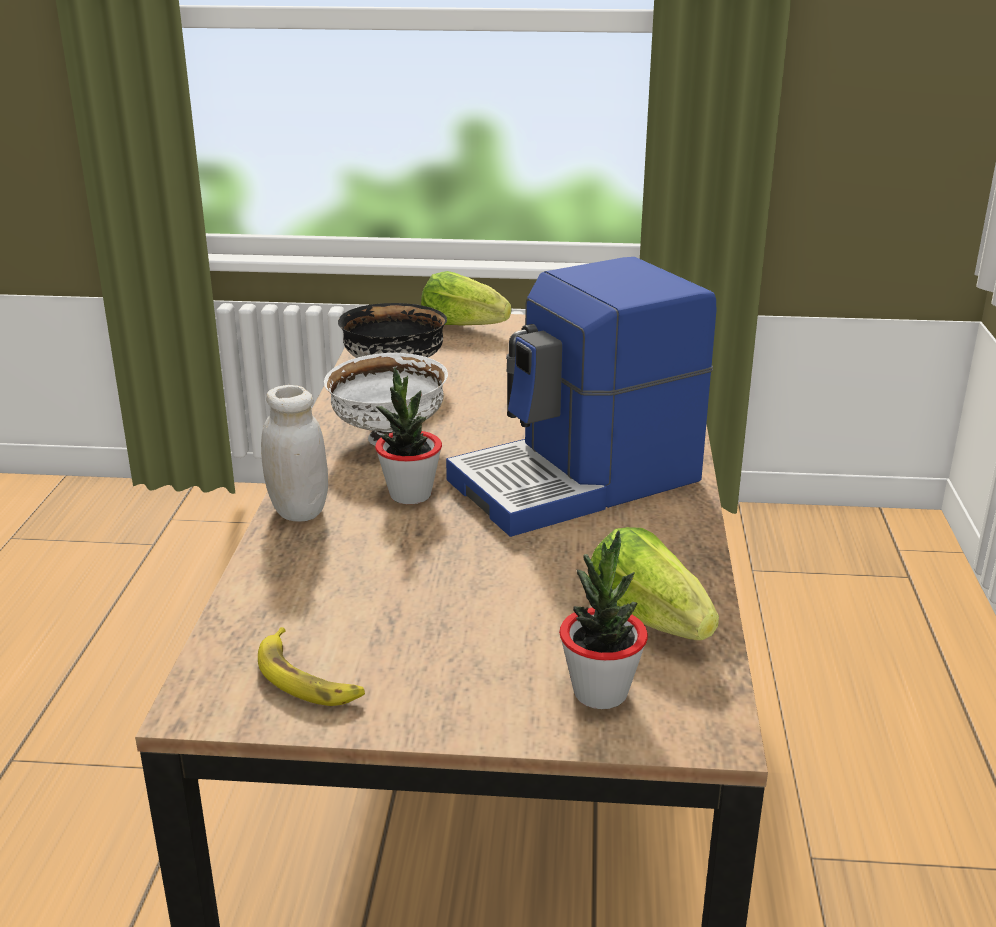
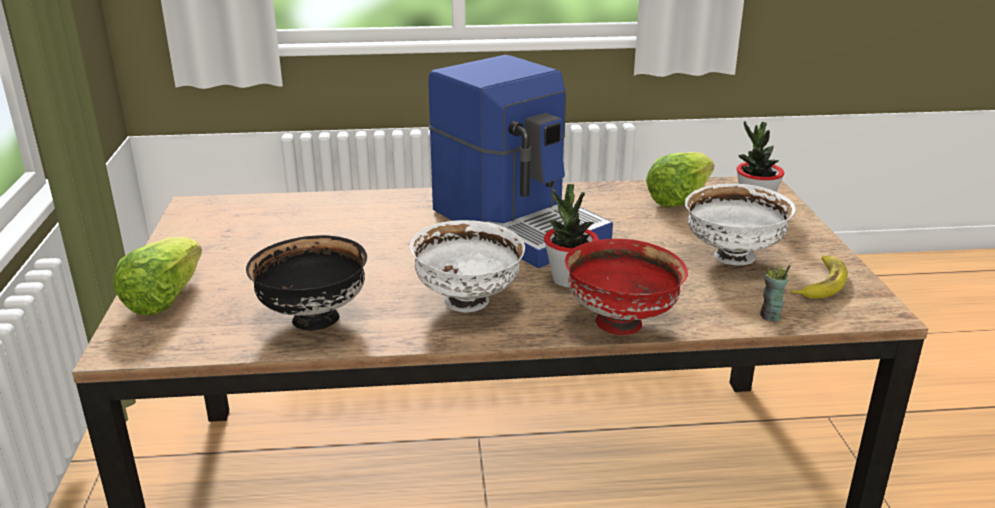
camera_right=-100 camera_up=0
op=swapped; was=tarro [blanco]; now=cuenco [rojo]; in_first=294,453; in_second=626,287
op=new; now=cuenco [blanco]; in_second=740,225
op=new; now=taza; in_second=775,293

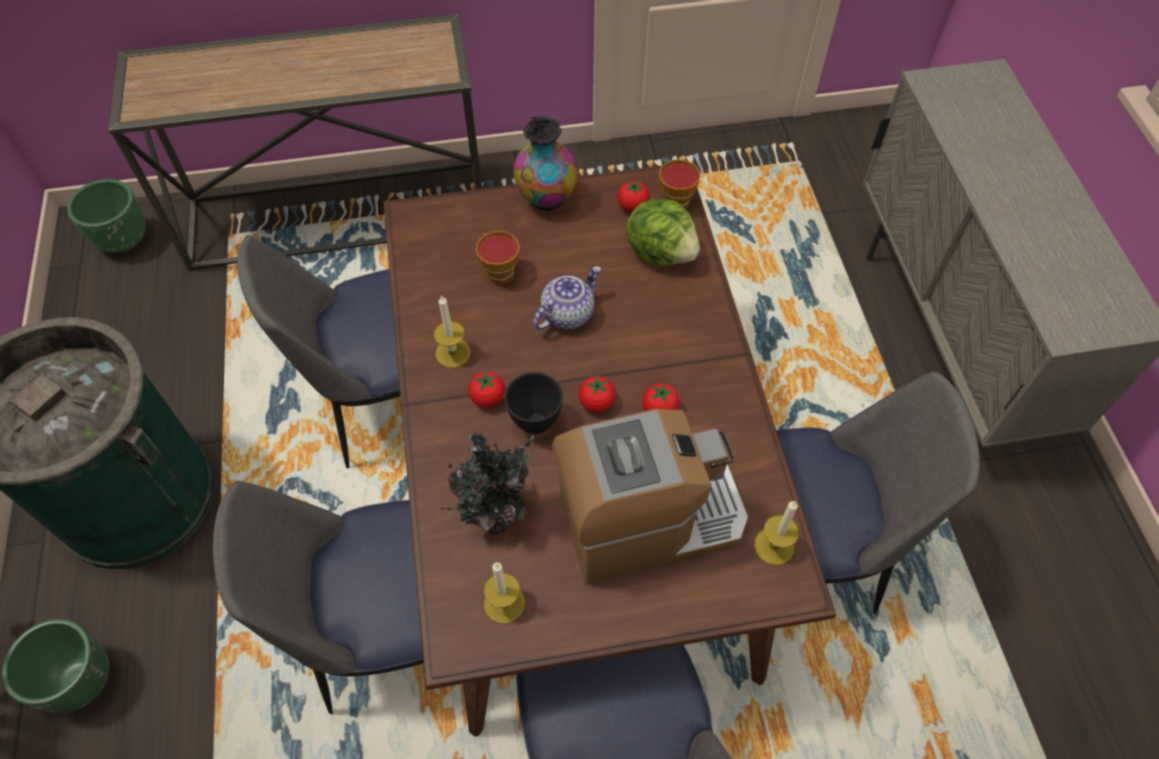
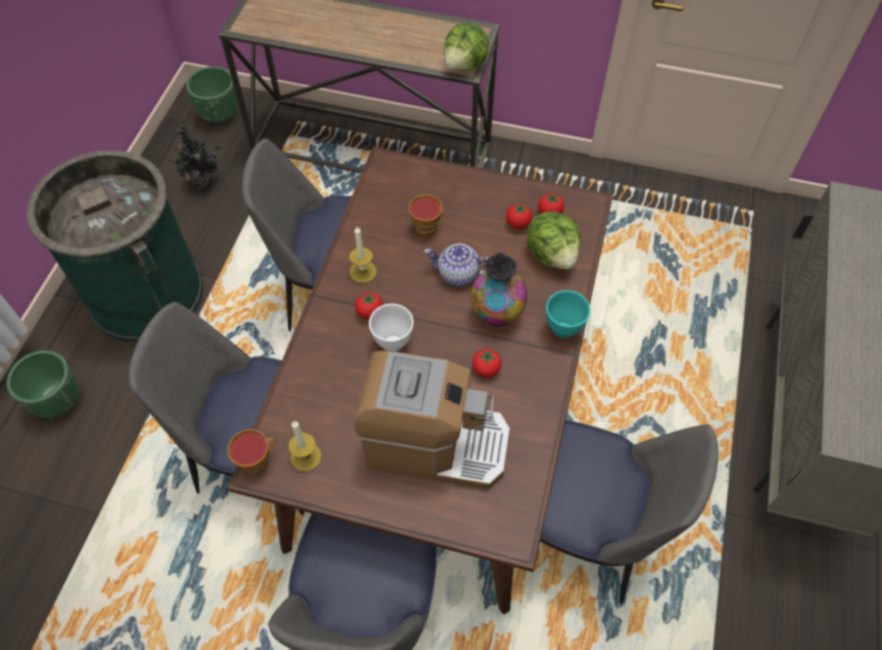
camera_right=25 camera_up=0
op=shifted; was=planta en maceta; in_first=486,483; in_second=194,158
op=shifted; was=taza; in_first=680,184; in_second=252,452
op=repainted; was=cuenco [negro]; now=cuenco [blanco]; in_first=533,403; in_second=391,328
op=rotated; was=tetera; in_first=567,298; in_second=456,265; clockwise=-150
op=new; now=lechuga; in_second=466,46
op=shifted; was=florero; in_first=546,163; in_second=499,290
op=shifted; was=tomate; in_first=597,393; in_second=519,215
op=new; now=cuenco [turquesa]; in_second=568,314
op=gone; was=vela; in_first=776,533

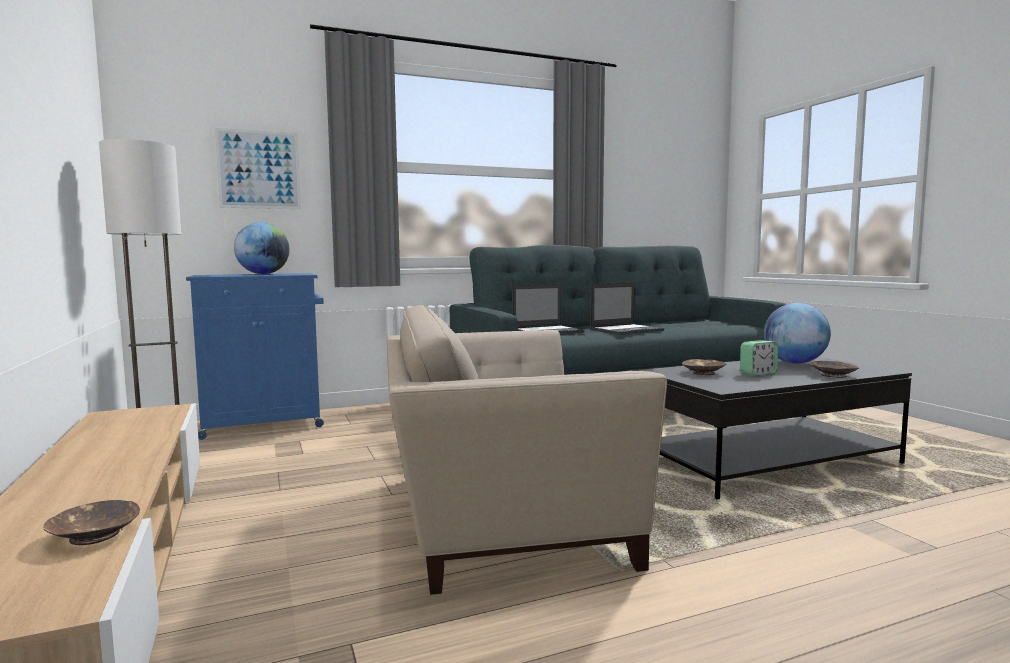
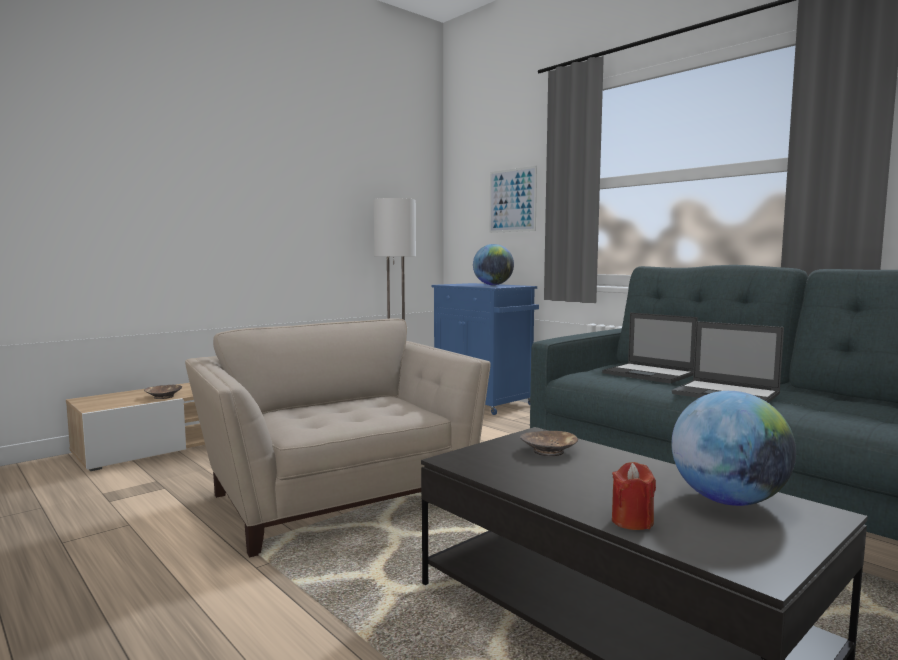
camera_right=70 camera_up=0
op=swapped; was=cuenco [marrón]; now=vela [rojo]; in_first=834,369; in_second=634,496
op=gone; was=despertador; in_first=759,358

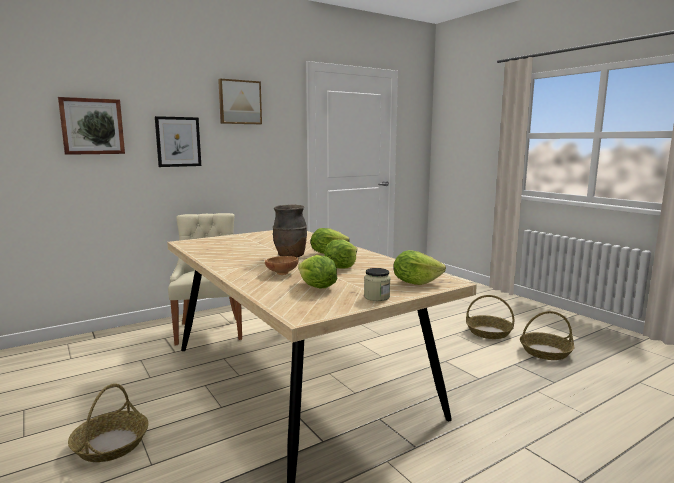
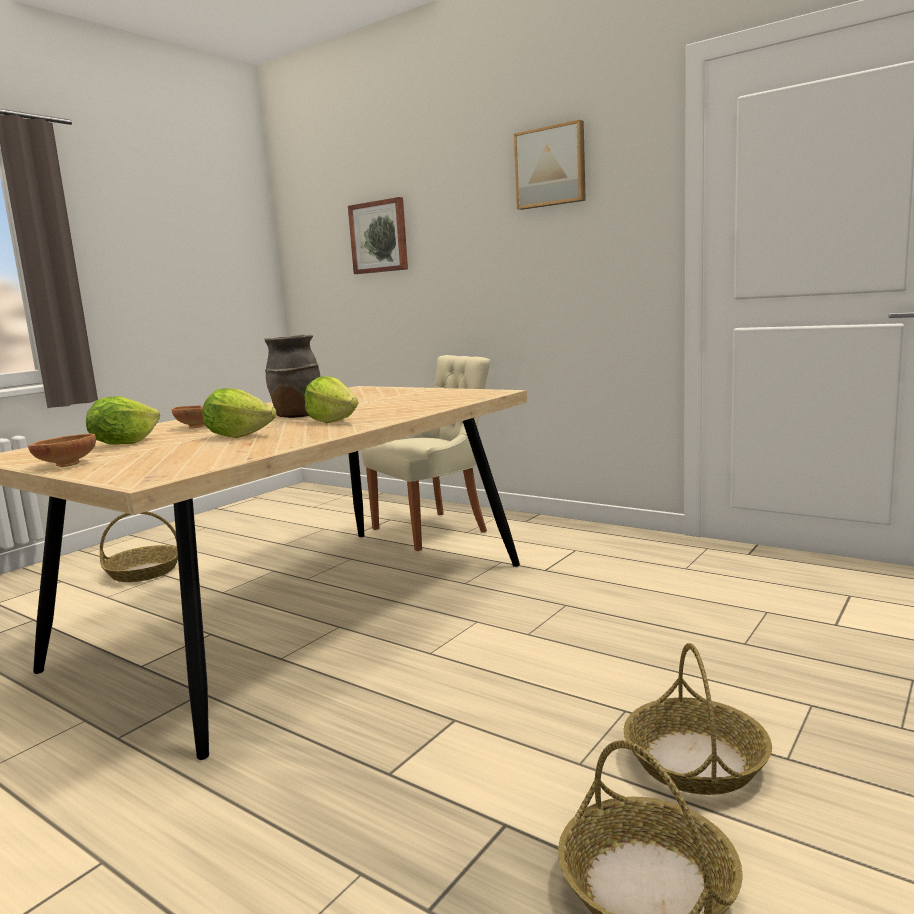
camera_right=70 camera_up=0
op=swapped; was=tarro; now=cuenco [marrón]; in_first=377,284; in_second=62,450
op=gone; was=cuadro; in_first=178,141
op=gone; was=lechuga; in_first=419,267

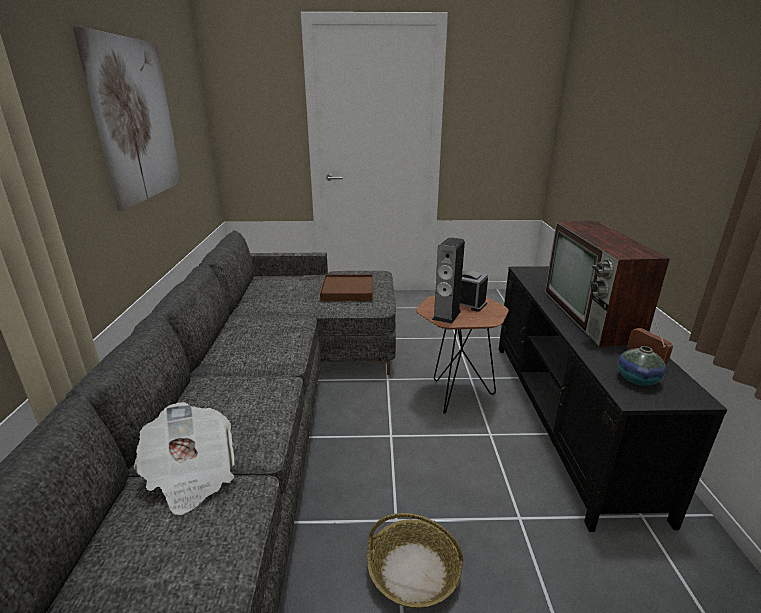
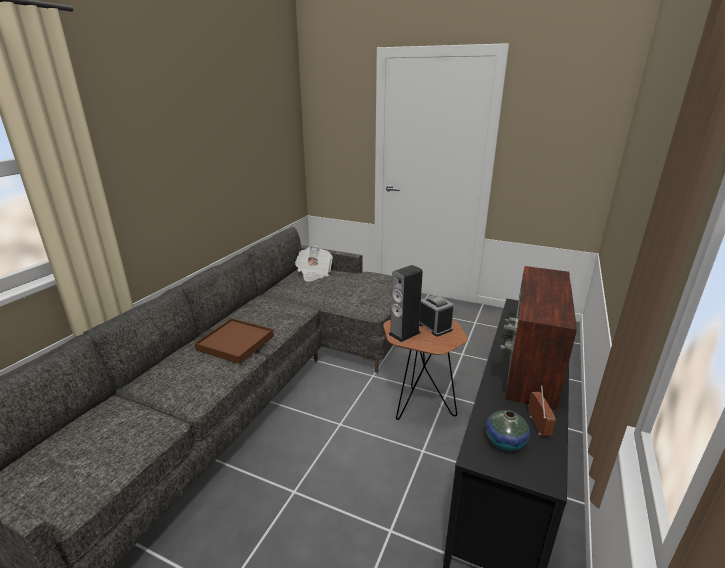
camera_right=25 camera_up=0
op=shifted; was=bandeja [marrón]; in_first=346,287; in_second=234,341
op=shifted; was=periódico; in_first=184,458; in_second=314,264
op=gone; was=cuadro; in_first=127,118
op=gone; was=cesta; in_first=415,560

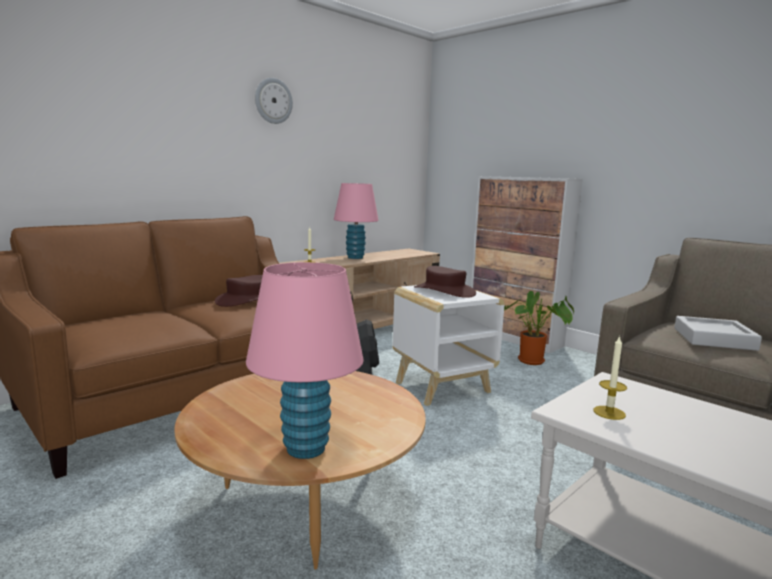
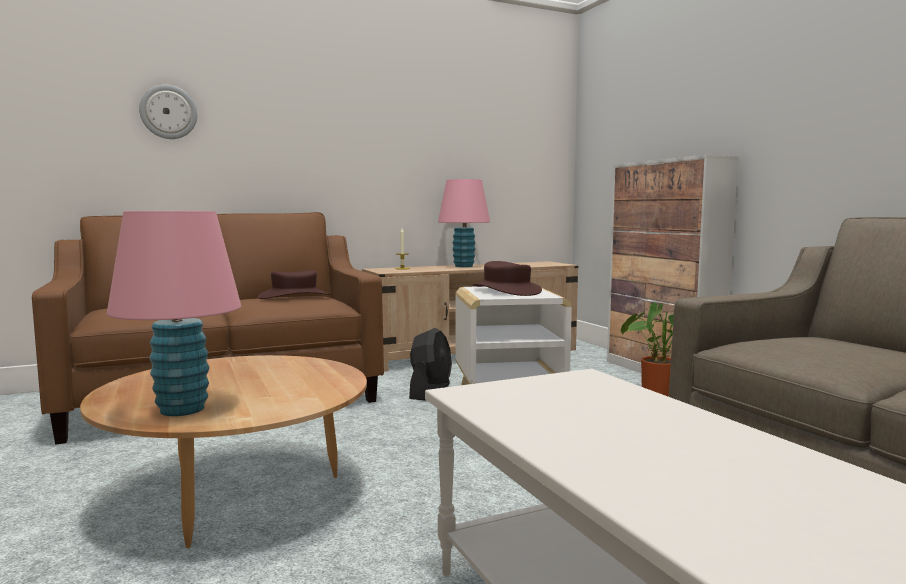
camera_right=20 camera_up=-5
op=shifted; was=reloj de pared; in_first=274,101; in_second=168,112
op=gone; was=vela; in_first=610,378
op=gone; was=bandeja [gris]; in_first=718,333

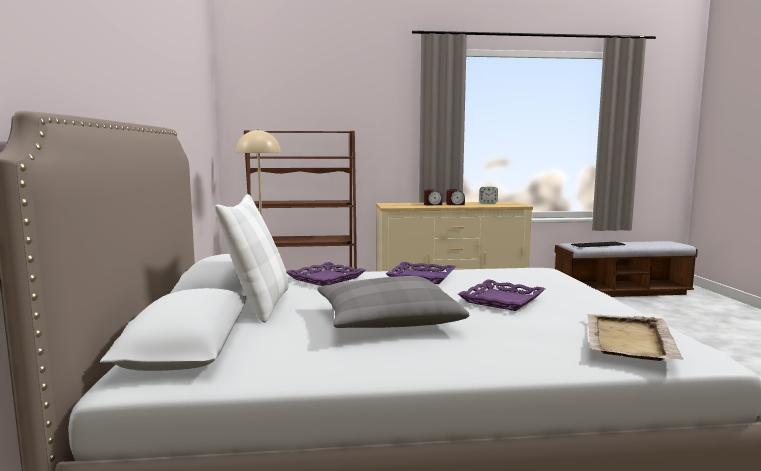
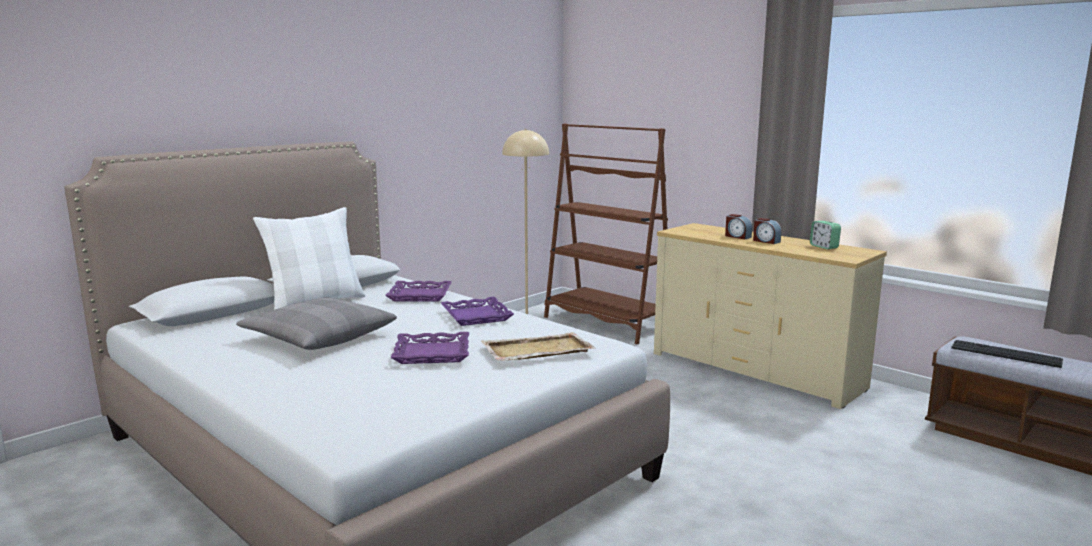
camera_right=50 camera_up=5
op=shifted; was=bandeja [beis]; in_first=635,337; in_second=538,346

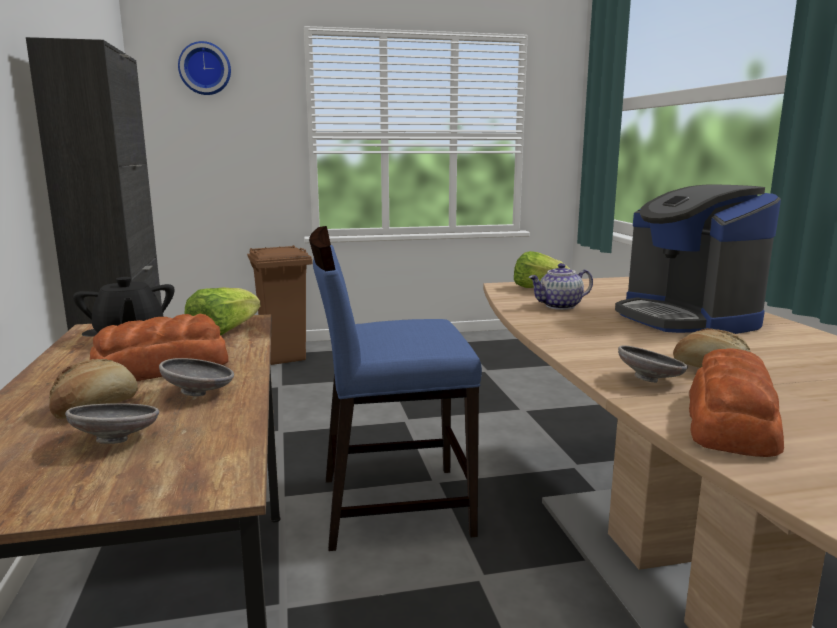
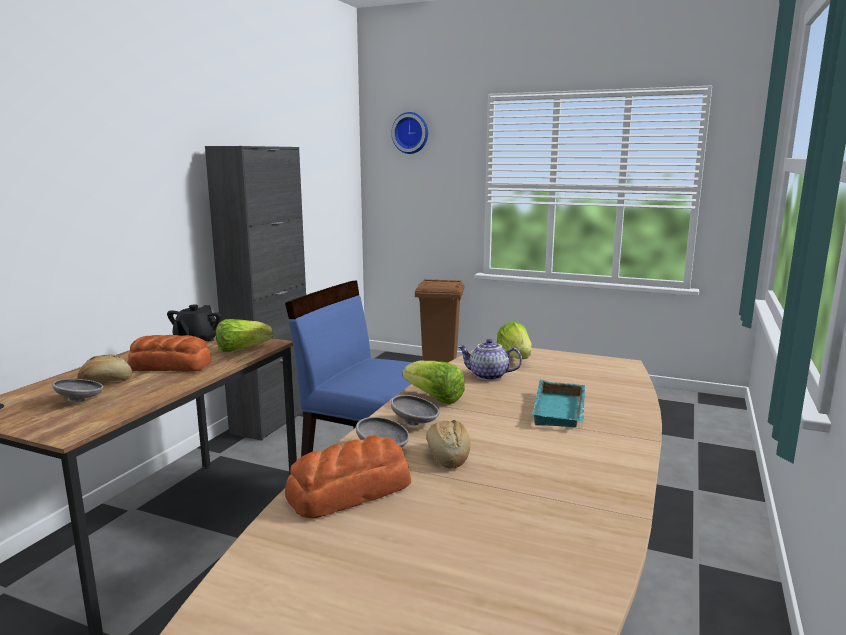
camera_right=35 camera_up=0
op=shifted; was=cuenco [gris]; in_first=196,377; in_second=415,410
op=new; now=lechuga; in_second=434,382
op=swapped; was=cafetera; now=bandeja [turquesa]; in_first=698,259; in_second=558,403

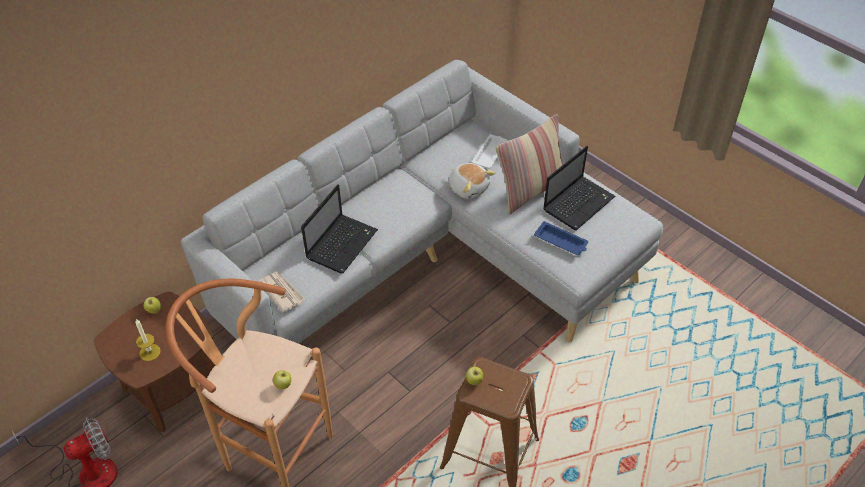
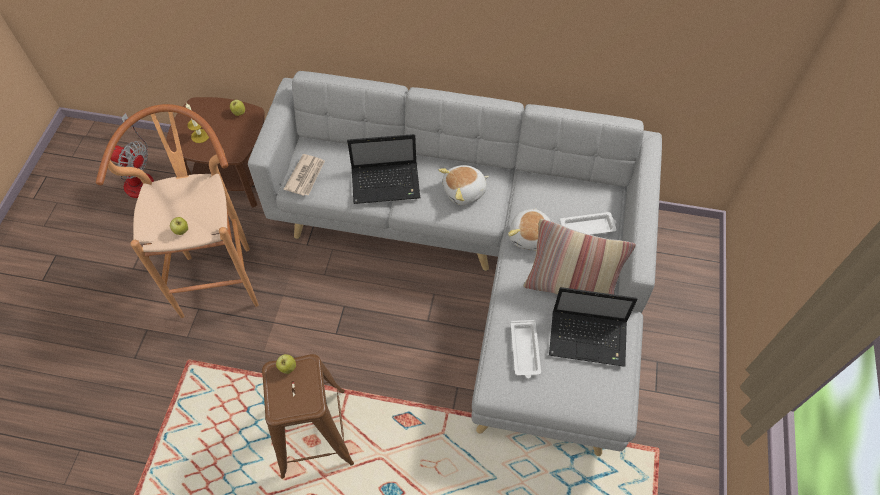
camera_right=55 camera_up=10
op=new; now=peluche; in_second=464,185
op=repainted; was=bandeja [azul]; now=bandeja [blanco]; in_first=561,238; in_second=526,349

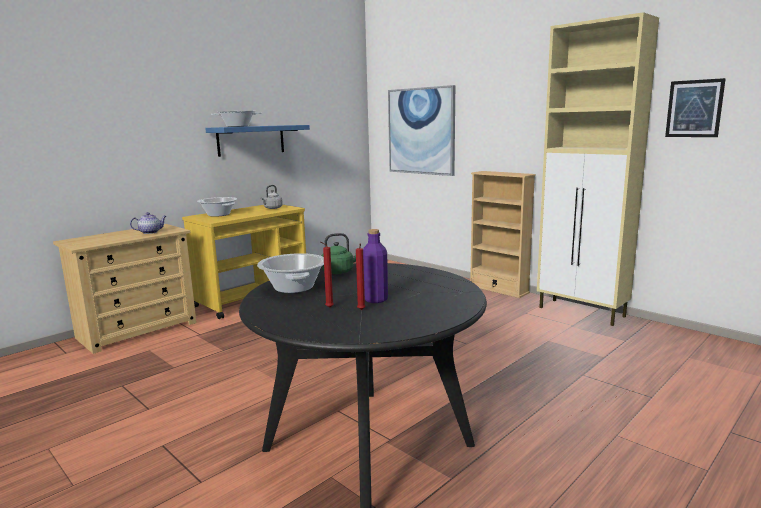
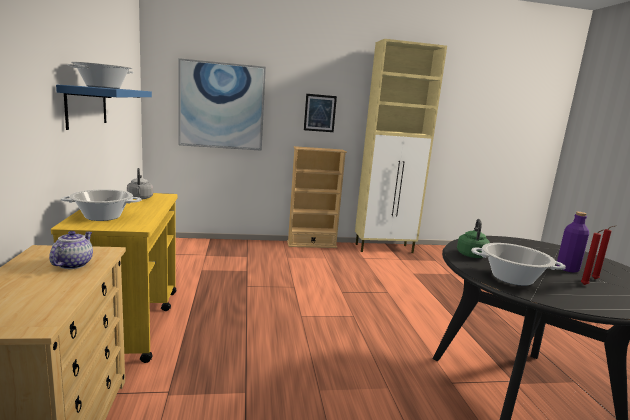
camera_right=-55 camera_up=0
op=shifted; was=cuadro; in_first=695,107; in_second=320,113

